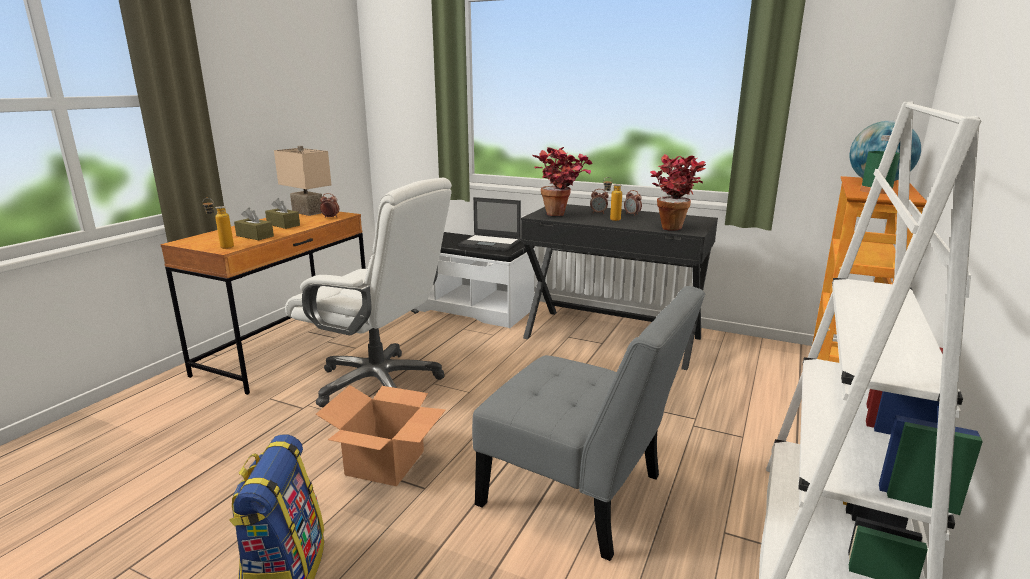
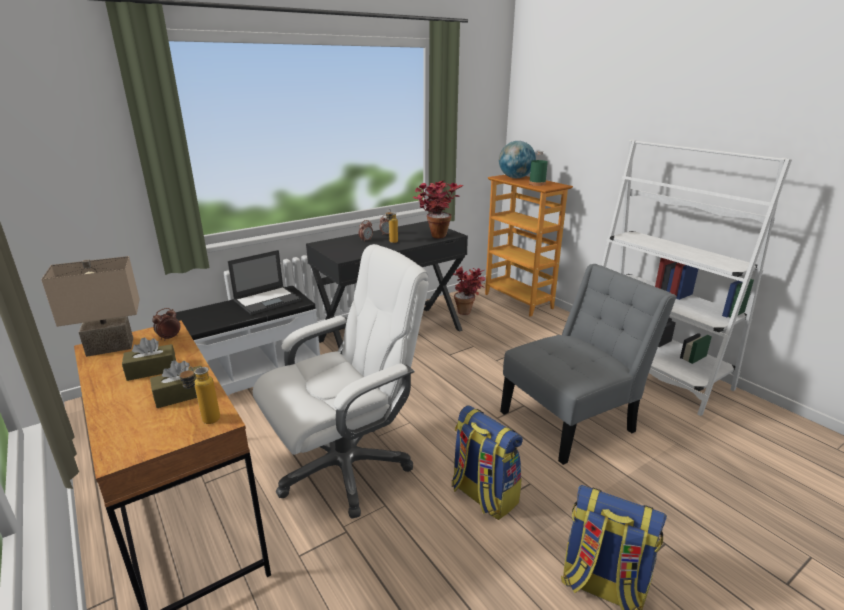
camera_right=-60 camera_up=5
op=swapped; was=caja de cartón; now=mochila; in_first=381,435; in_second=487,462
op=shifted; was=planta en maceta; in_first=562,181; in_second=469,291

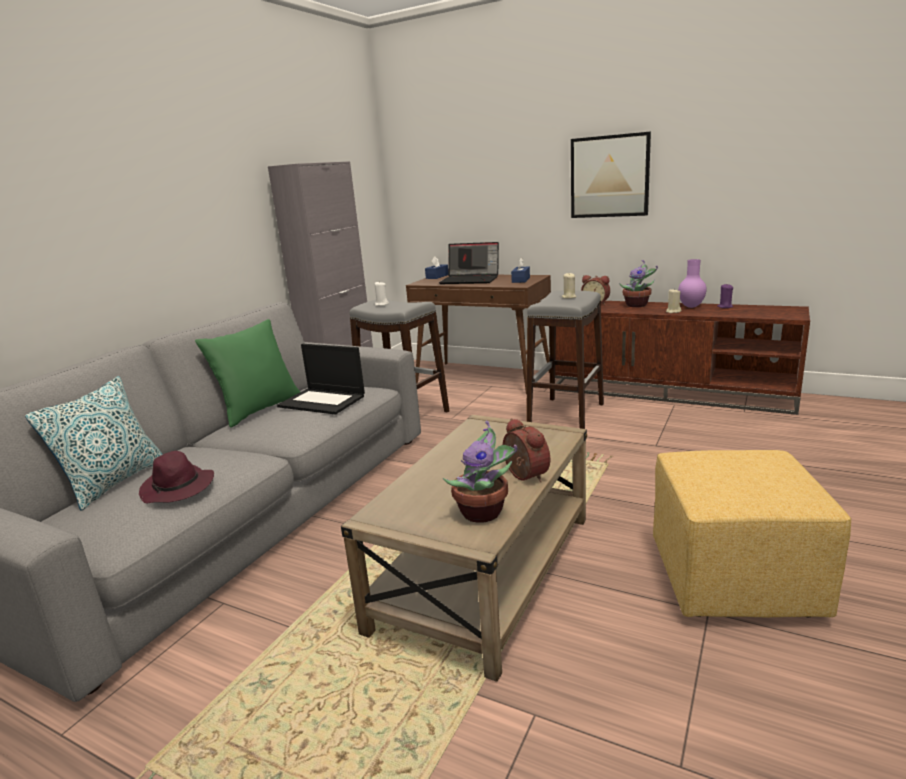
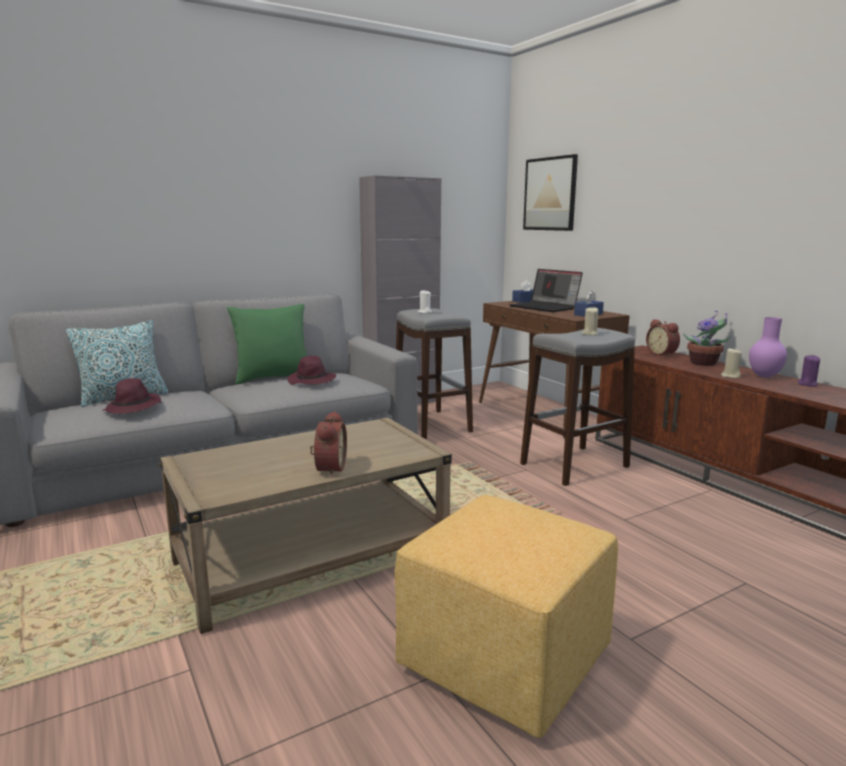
camera_right=30 camera_up=-5
op=swapped; was=portátil; now=sombrero [morado]; in_first=321,379; in_second=311,370
op=shifted; was=cuadro; in_first=611,175; in_second=550,192
op=gone; was=planta en maceta; in_first=480,472

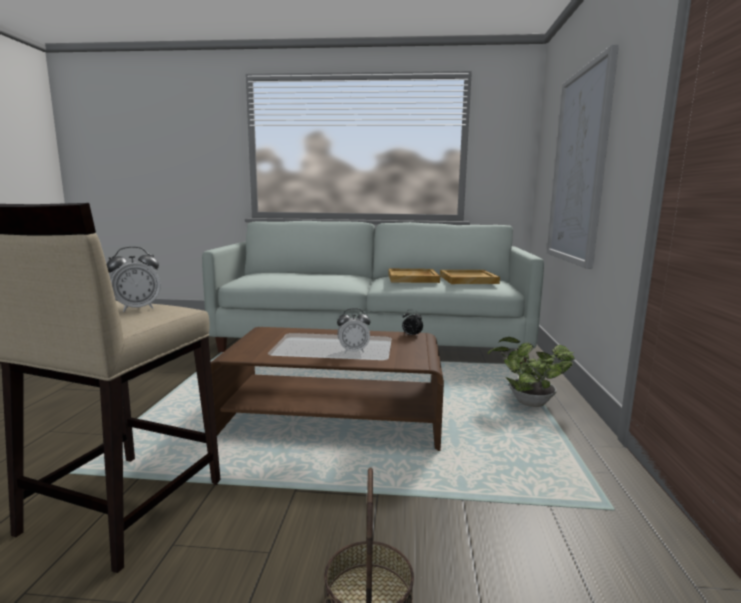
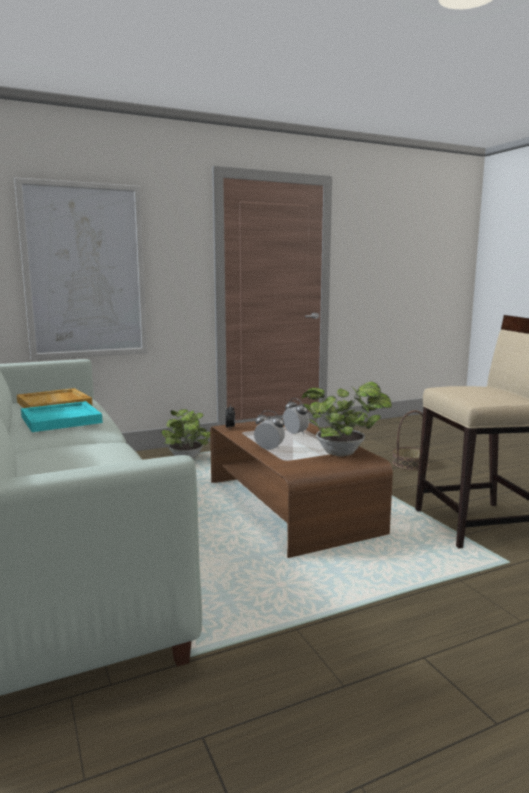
camera_right=-120 camera_up=0
op=repainted; was=bandeja [beis]; now=bandeja [turquesa]; in_first=414,276; in_second=62,416
op=shifted; was=despertador; in_first=133,279; in_second=269,430
op=new; now=planta en maceta; in_second=347,419

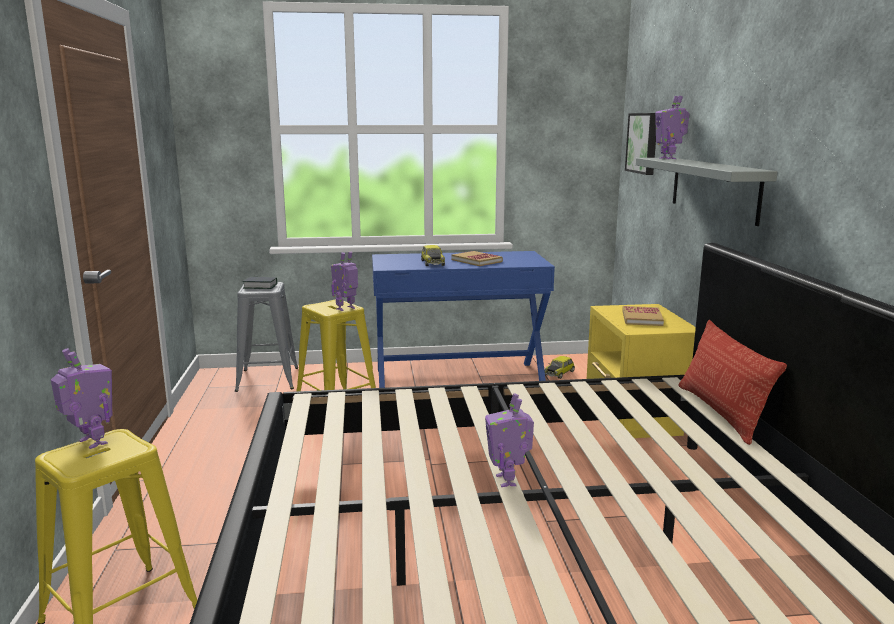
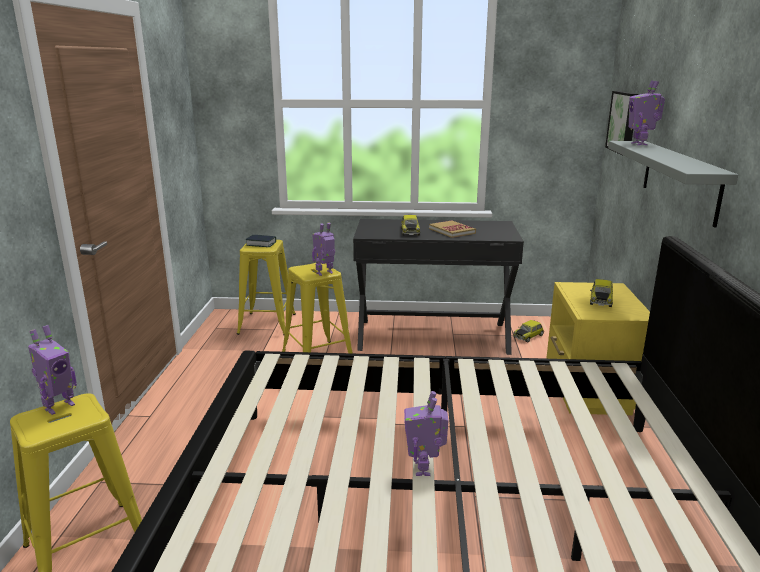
camera_right=10 camera_up=5
op=rotated; was=robot de juguete; in_first=81,398; in_second=52,370; clockwise=75
op=repainted; was=taburete [gris]; now=taburete [amarillo]; in_first=266,337; in_second=266,287
op=repainted; was=escritorio [azul]; now=escritorio [negro]; in_first=463,319; in_second=438,287
op=swapped; was=libro; now=coche de juguete; in_first=643,316; in_second=601,293
op=gone; was=cojín; in_first=733,382

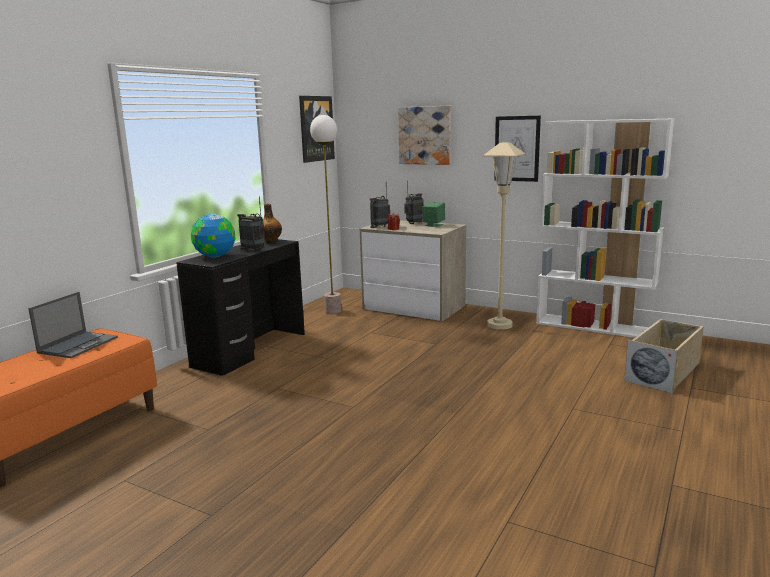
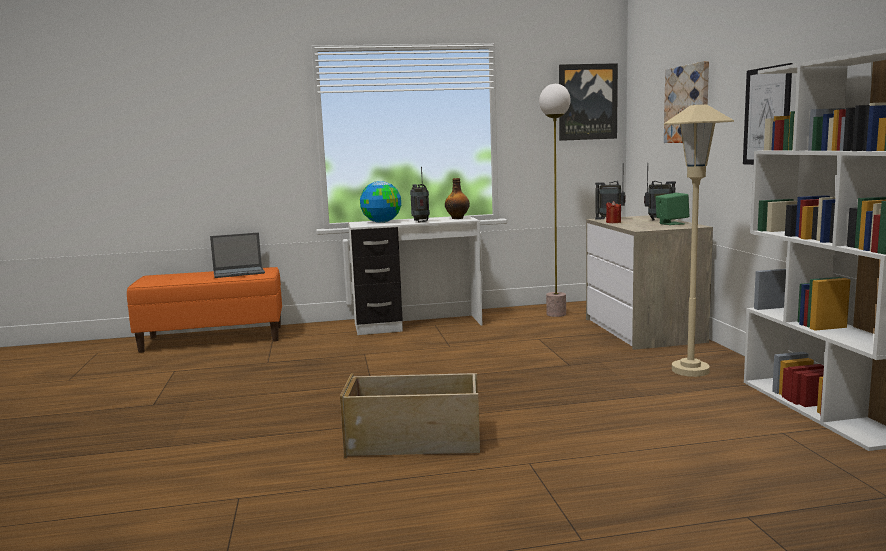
camera_right=50 camera_up=-5
op=shifted; was=caja de almacenaje [beis]; in_first=664,356; in_second=410,415
op=repainted; was=escritorio [negro]; now=escritorio [blanco]; in_first=240,307; in_second=415,275

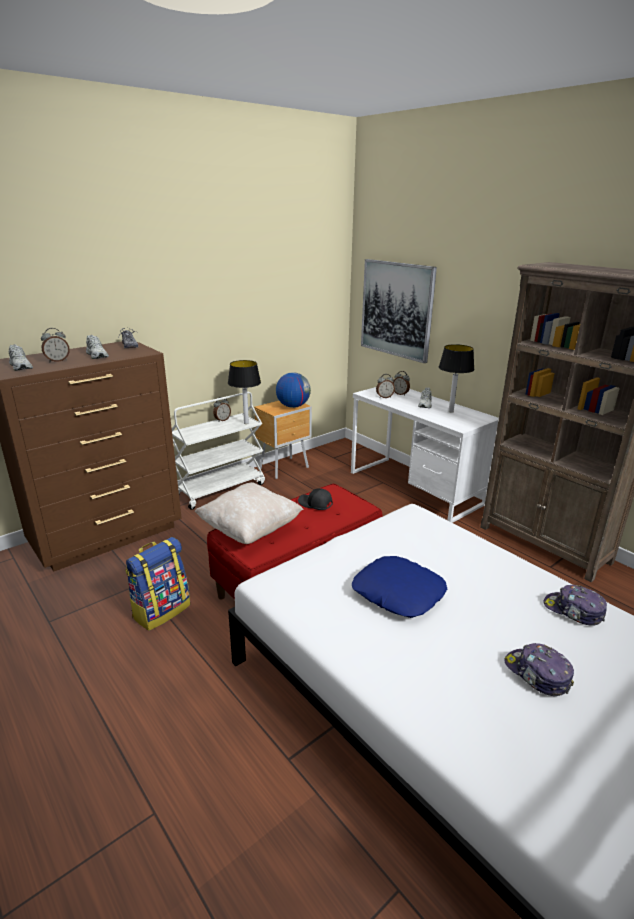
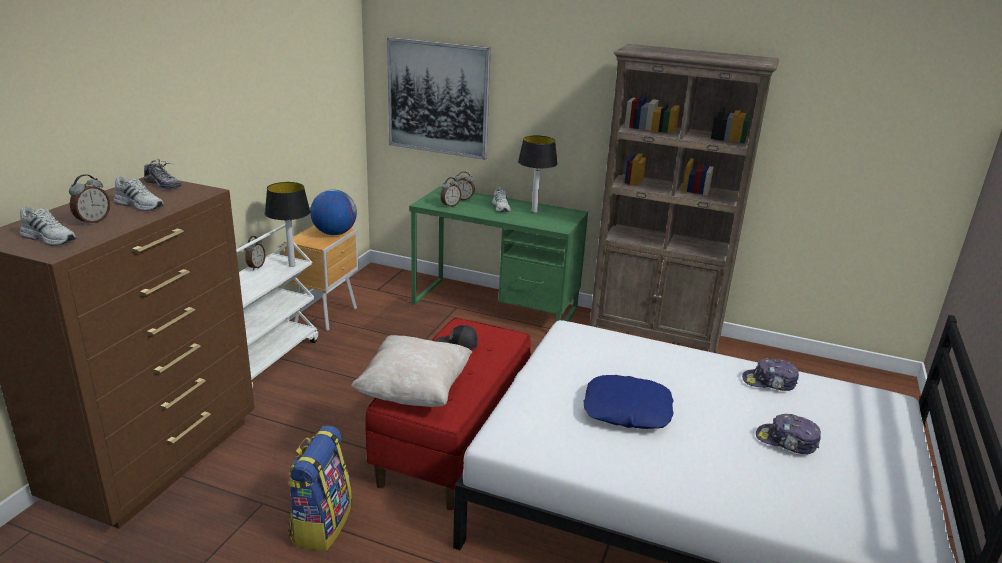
camera_right=-30 camera_up=0
op=repainted; was=escritorio [blanco]; now=escritorio [verde]; in_first=425,455; in_second=498,254

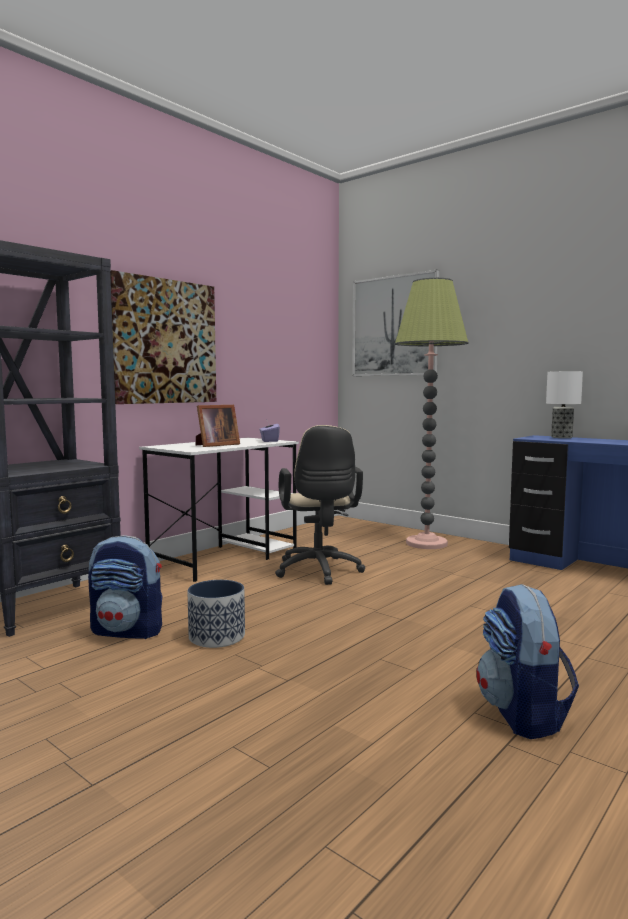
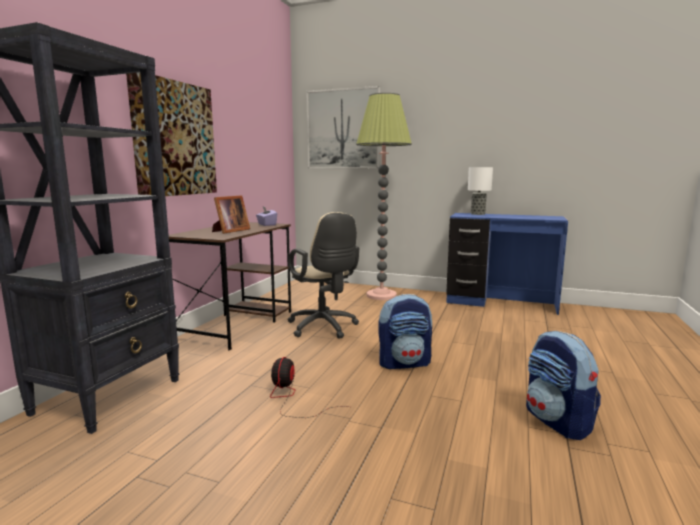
camera_right=-20 camera_up=5
op=repainted; was=escritorio [blanco]; now=escritorio [marrón]; in_first=219,510; in_second=230,286
op=swapped; was=maceta; now=ventilador; in_first=216,614; in_second=308,387
op=shifted; was=mochila; in_first=125,587; in_second=405,331

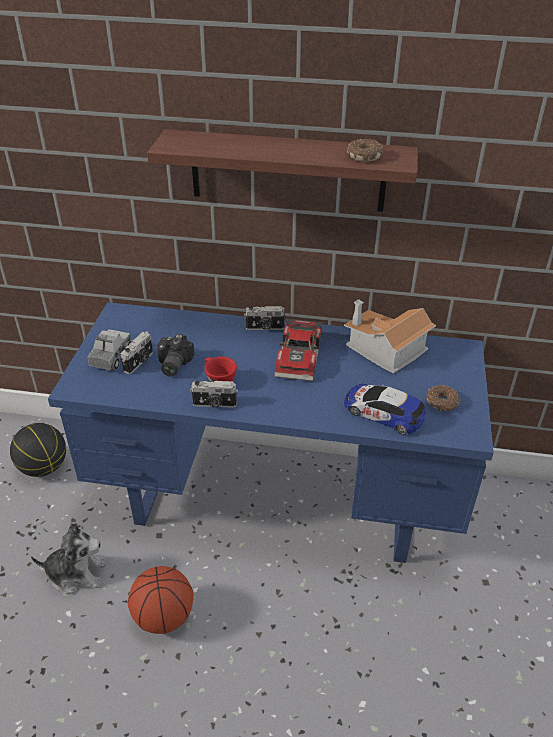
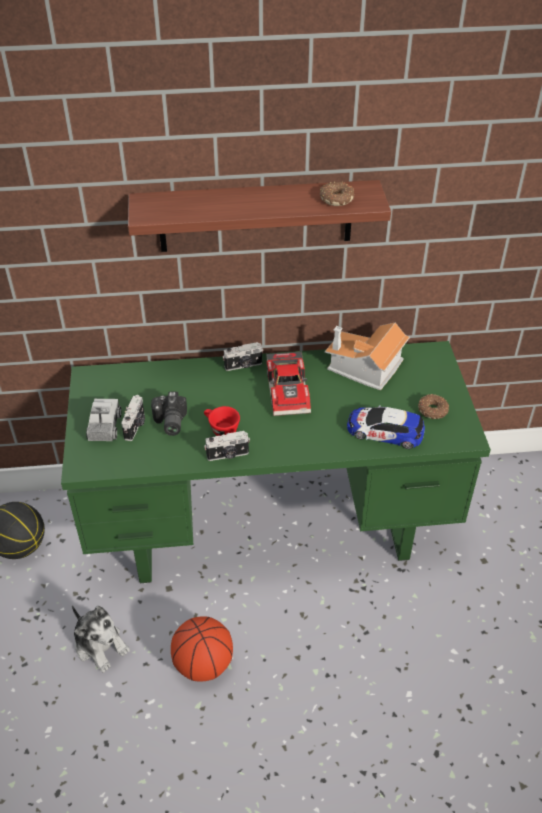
camera_right=-15 camera_up=5
op=repainted; was=escritorio [azul]; now=escritorio [verde]; in_first=271,432; in_second=276,462
op=rotated; was=peluche; in_first=68,558; in_second=101,639; clockwise=60

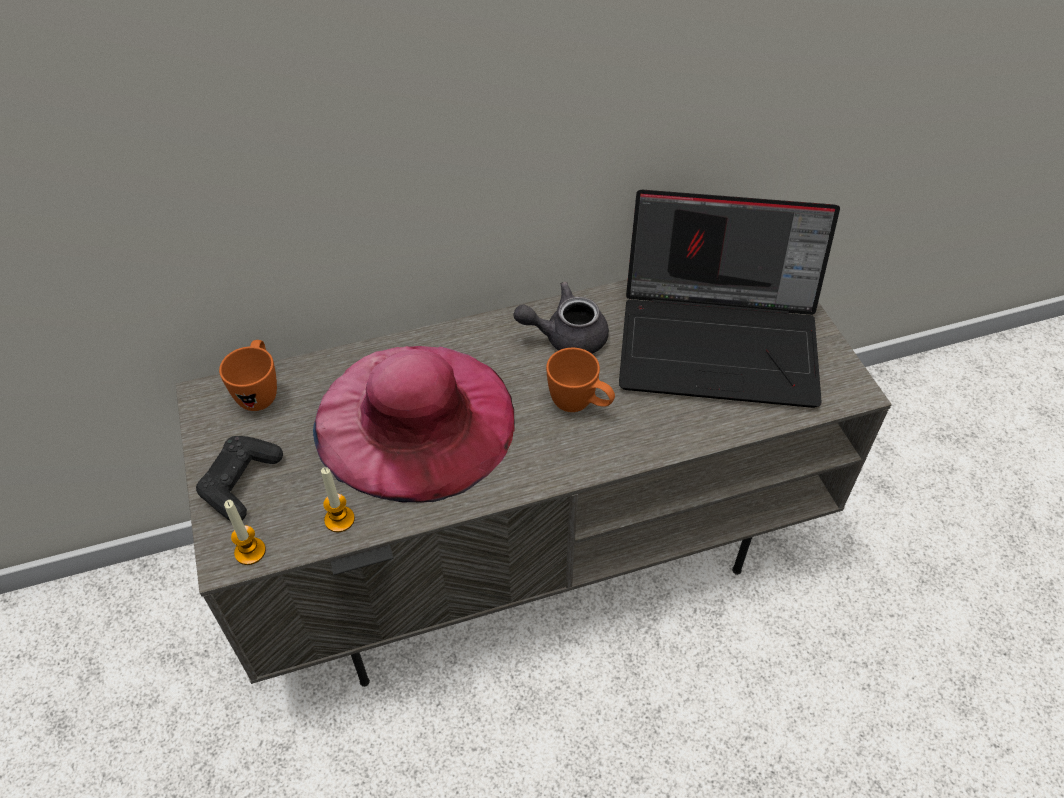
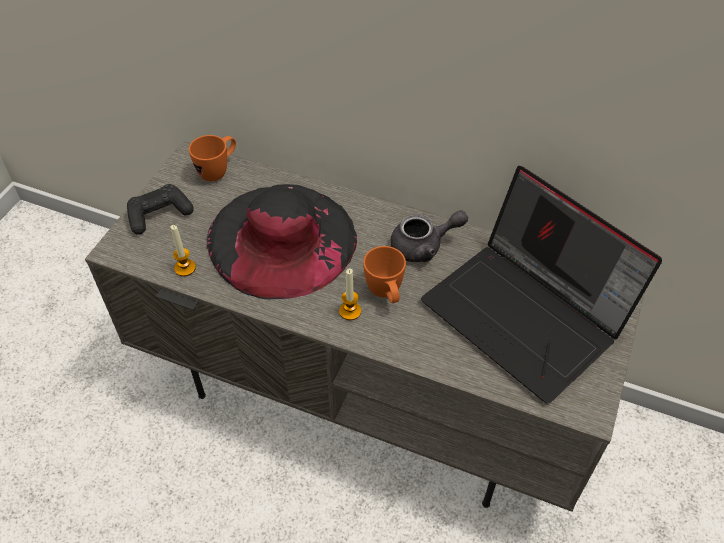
camera_right=40 camera_up=0
op=repainted; was=sombrero [rosa]; now=sombrero [negro]; in_first=414,424; in_second=281,241
op=shifted; was=vela; in_first=245,532; in_second=350,294
op=rotated; was=tetera [gris]; in_first=561,318; in_second=429,236; clockwise=135

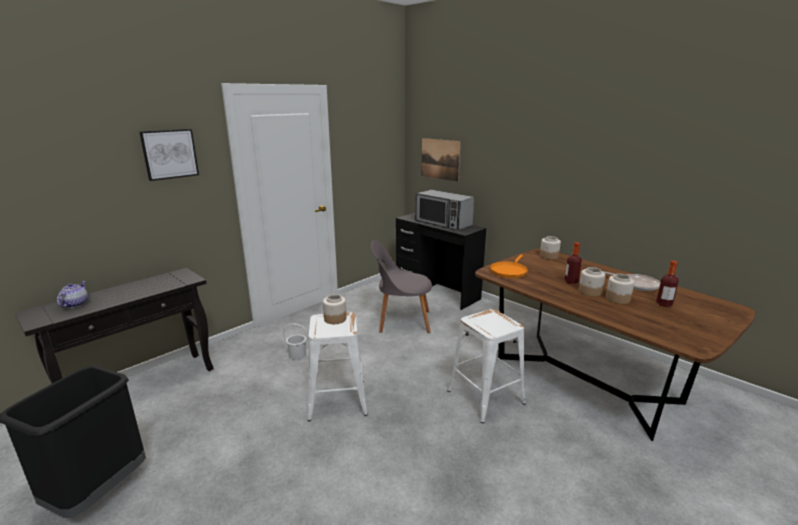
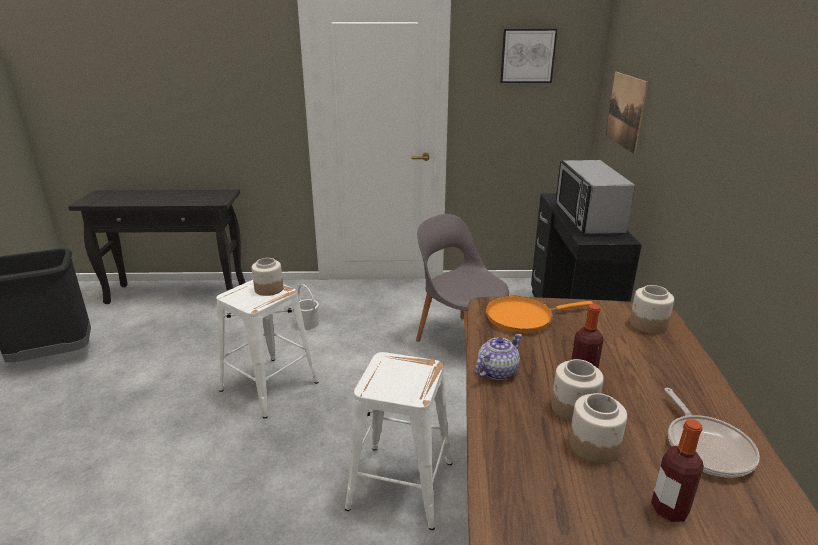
camera_right=45 camera_up=5
op=shifted; was=tetera; in_first=72,294; in_second=498,357
op=shifted; was=cuadro; in_first=169,155; in_second=528,56

